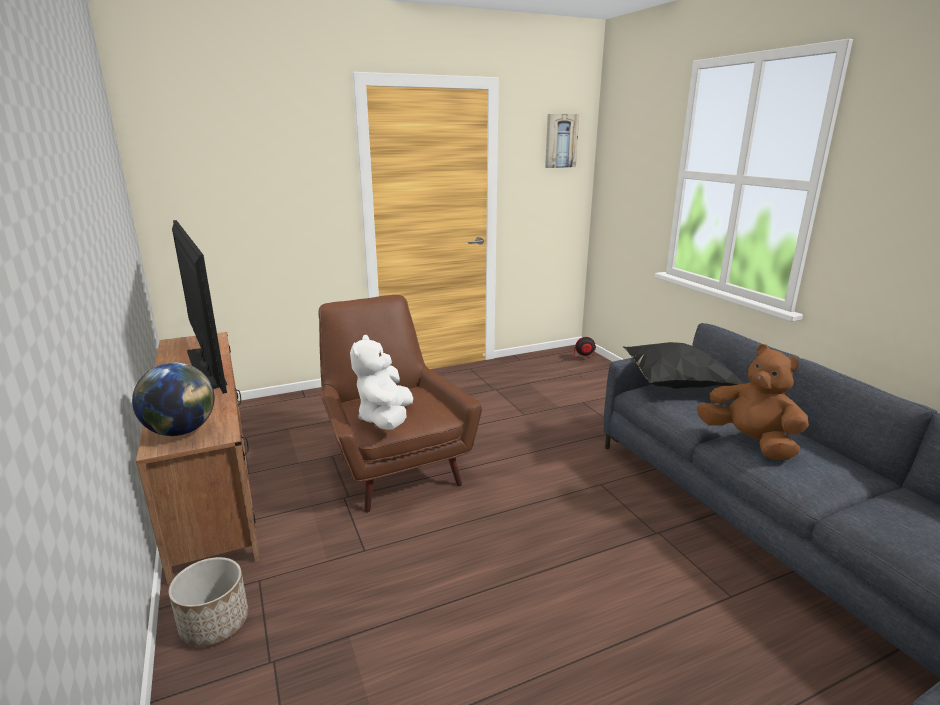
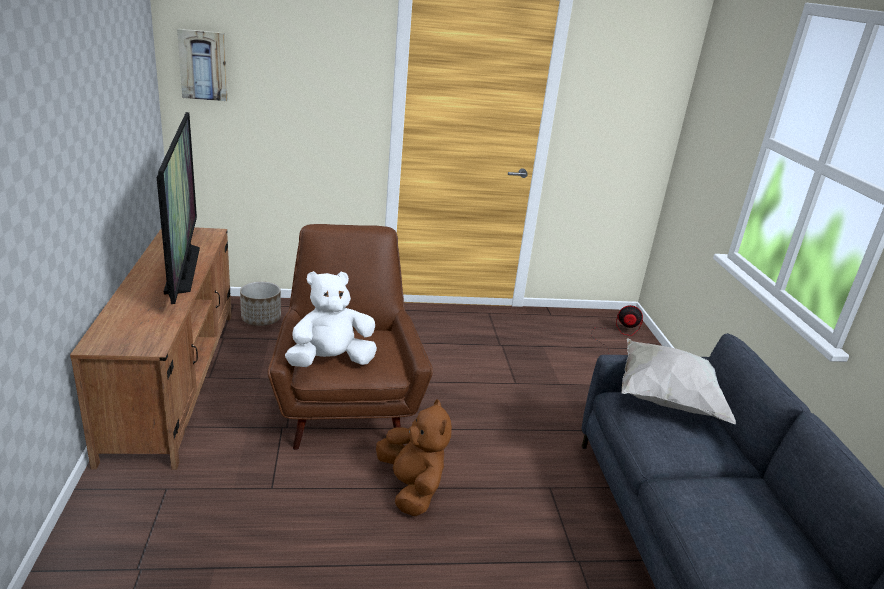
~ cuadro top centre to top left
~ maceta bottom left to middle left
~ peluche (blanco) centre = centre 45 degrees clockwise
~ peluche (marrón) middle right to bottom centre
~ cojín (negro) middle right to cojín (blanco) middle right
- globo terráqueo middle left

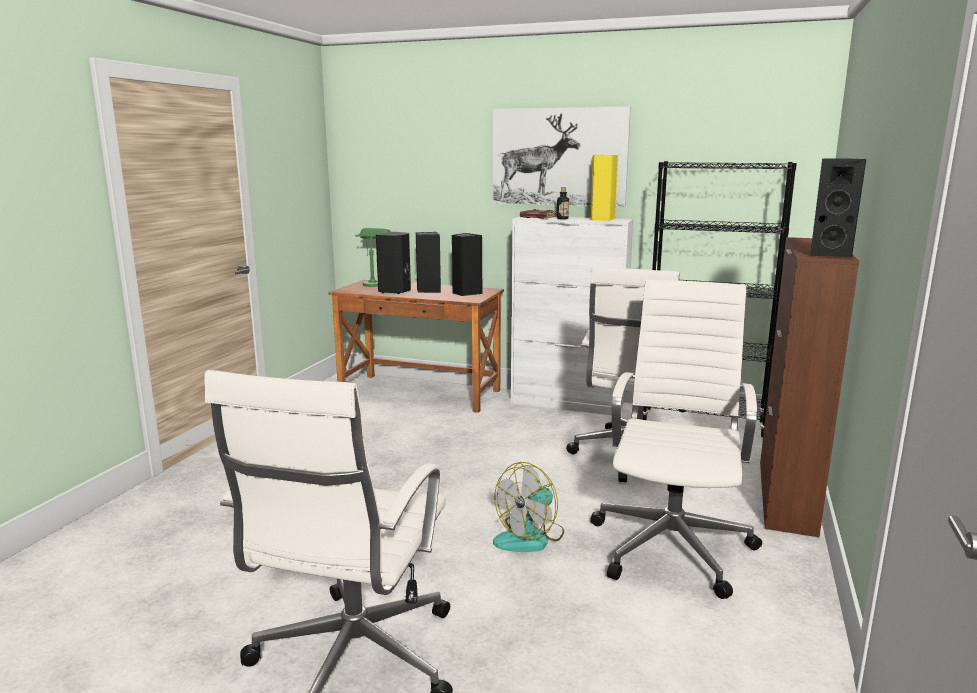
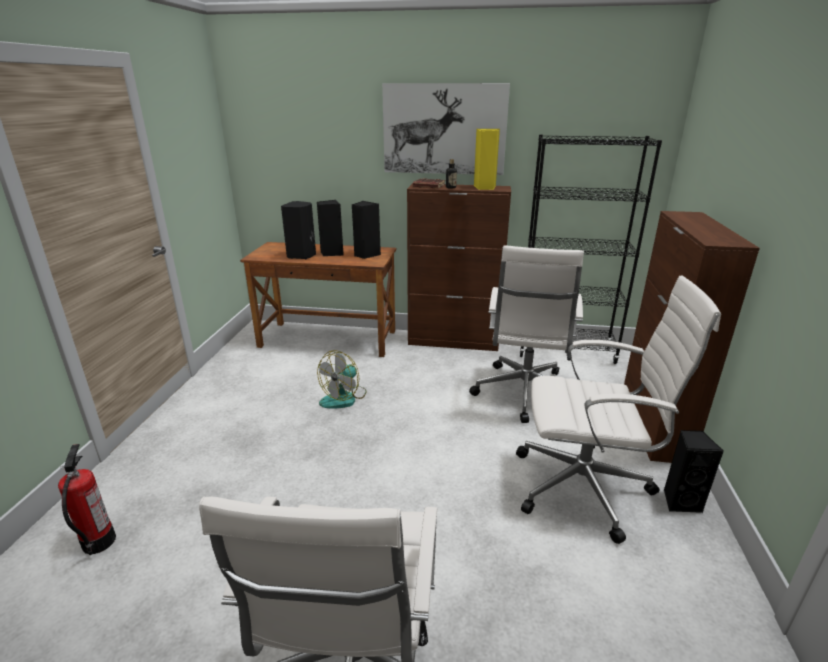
+ extintor bottom left
~ ventilador bottom centre to centre
~ armario (blanco) centre to armario (marrón) (1st from left) centre
~ silla de oficina (blanco) (3rd from left) middle right = middle right 90 degrees clockwise
~ altavoz (negro) (4th from left) top right to bottom right
- lámpara de mesa (verde) centre

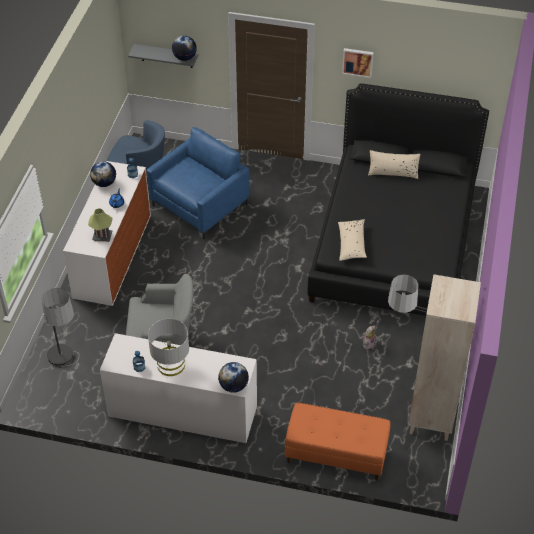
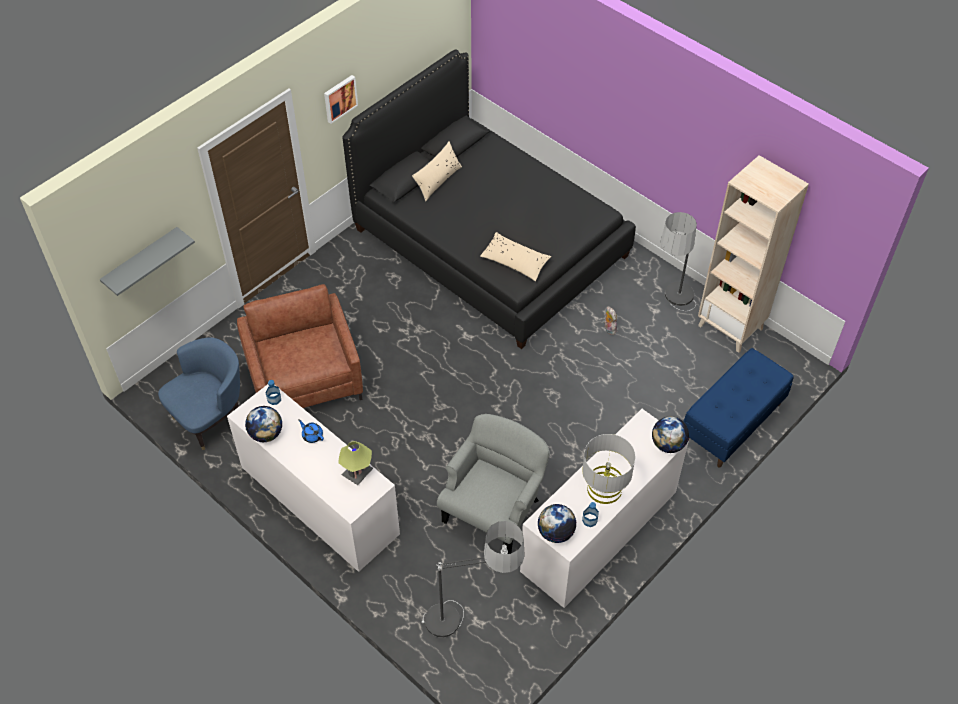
~ sillón (azul) (2nd from left) centre to sillón (marrón) middle left
~ globo terráqueo (2nd from left) top centre to bottom centre
~ banco (naranja) bottom centre to banco (azul) middle right

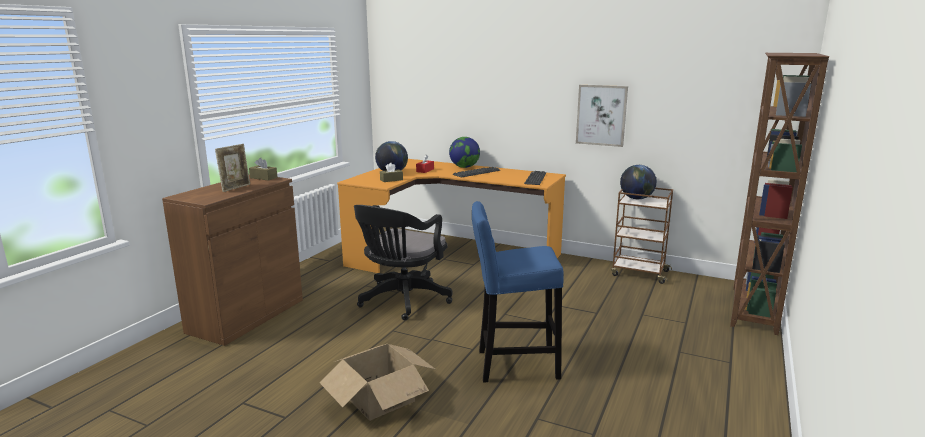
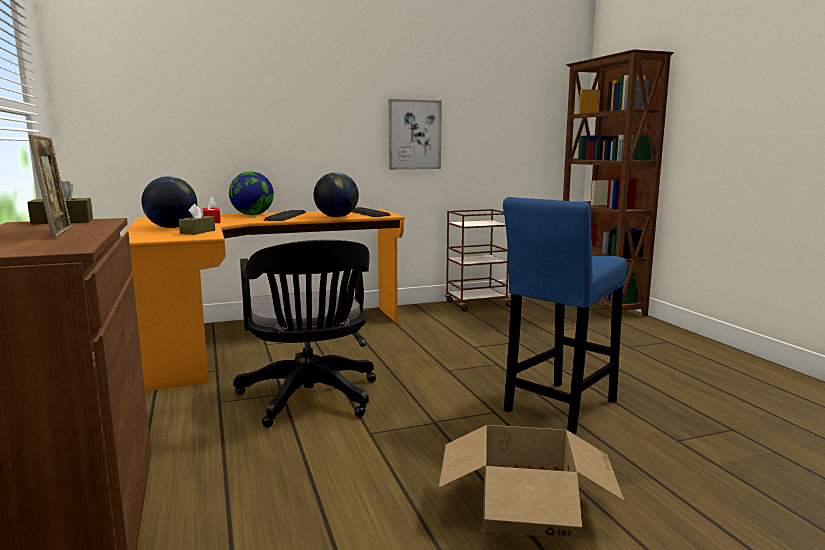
~ globo terráqueo (3rd from left) middle right to centre

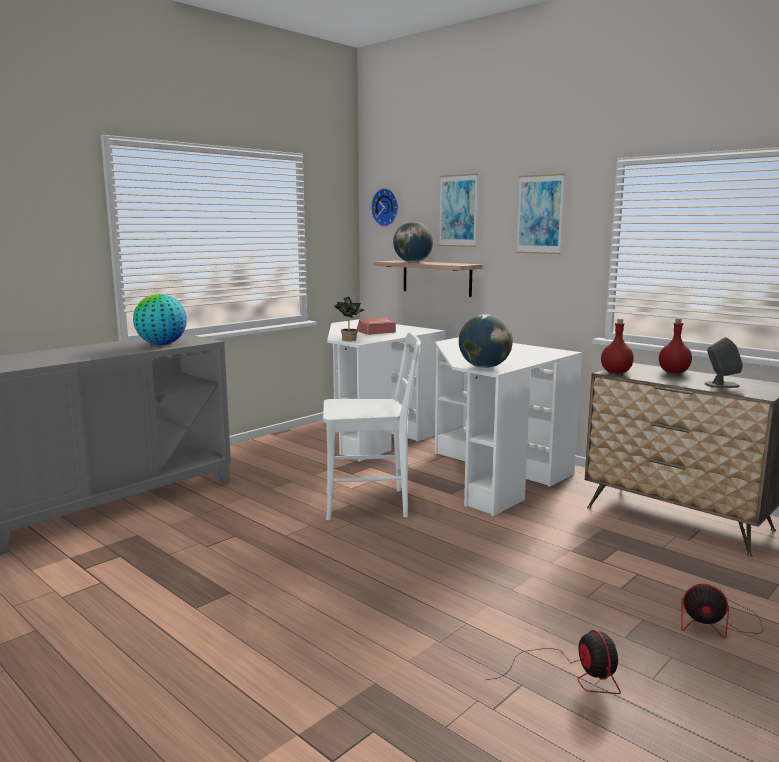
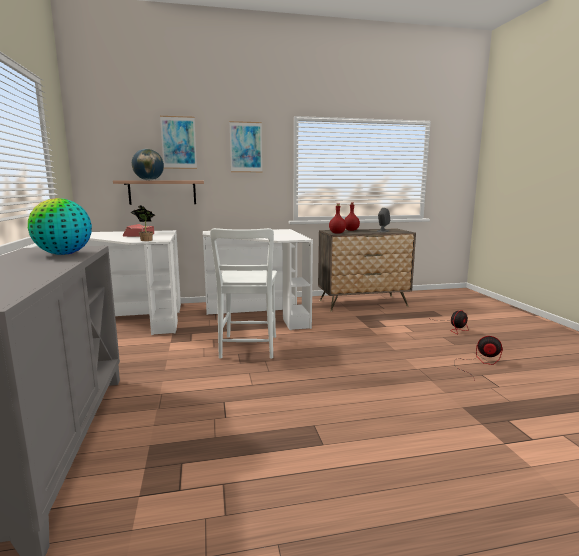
~ silla (blanco) centre = centre 150 degrees clockwise
- reloj de pared top centre
- globo terráqueo (3rd from left) centre

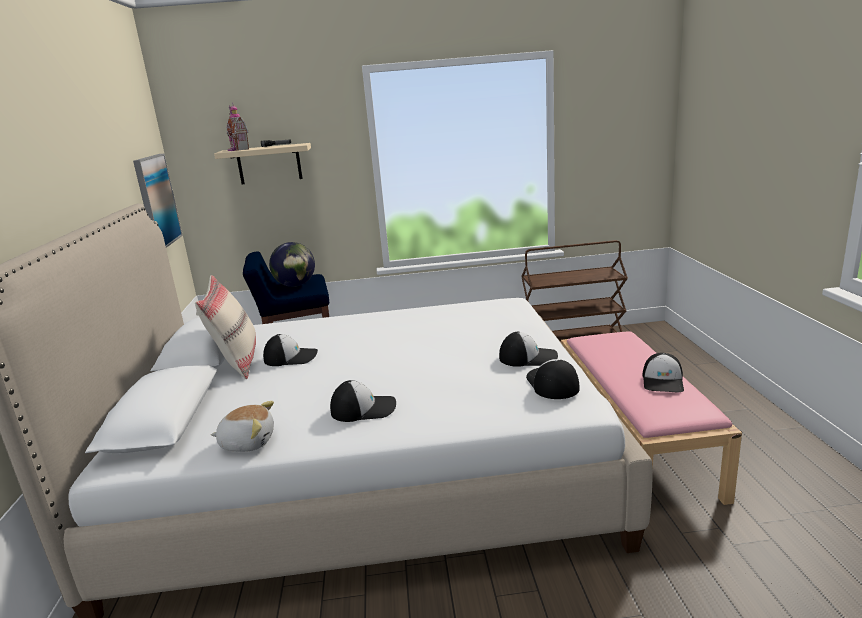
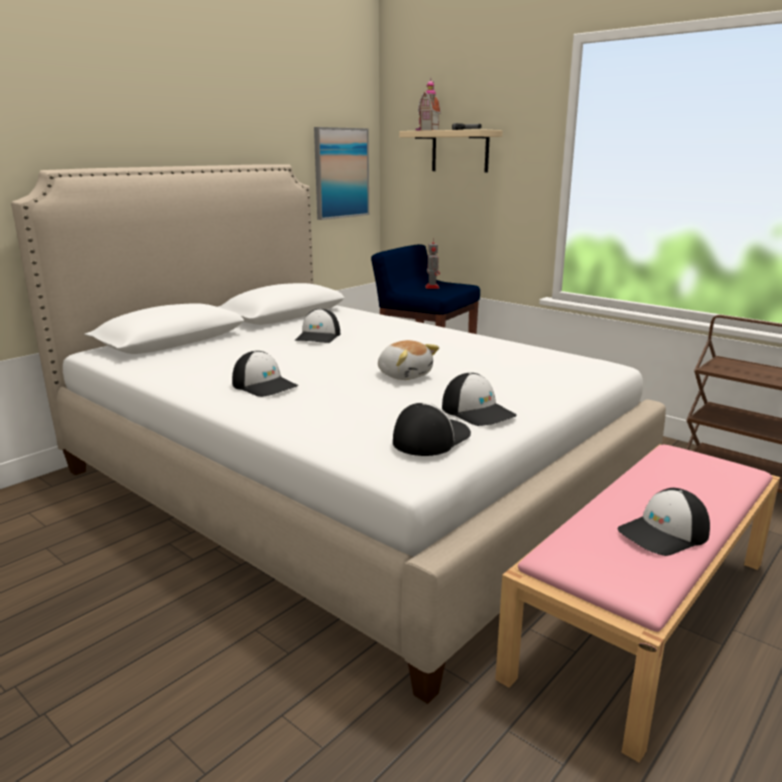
~ gorra (1st from left in the first image) centre = centre 60 degrees clockwise
~ peluche bottom left to centre
~ globo terráqueo centre to robot de juguete centre
- cojín (beis) middle left

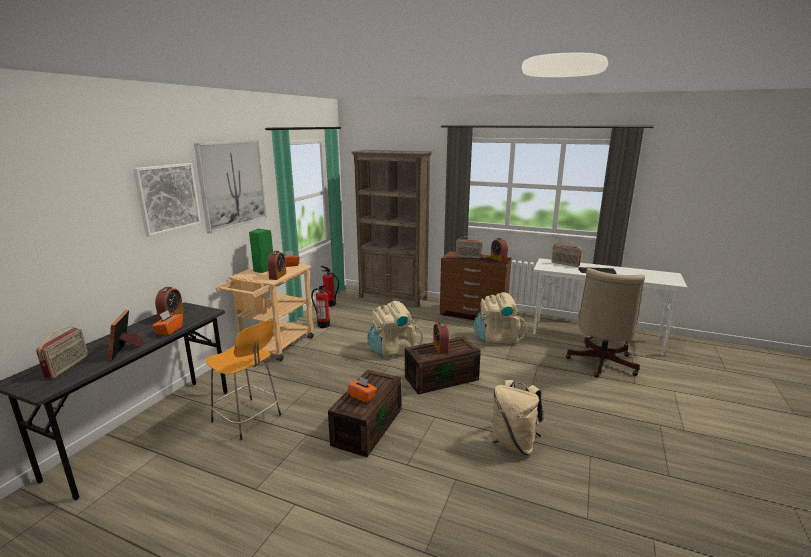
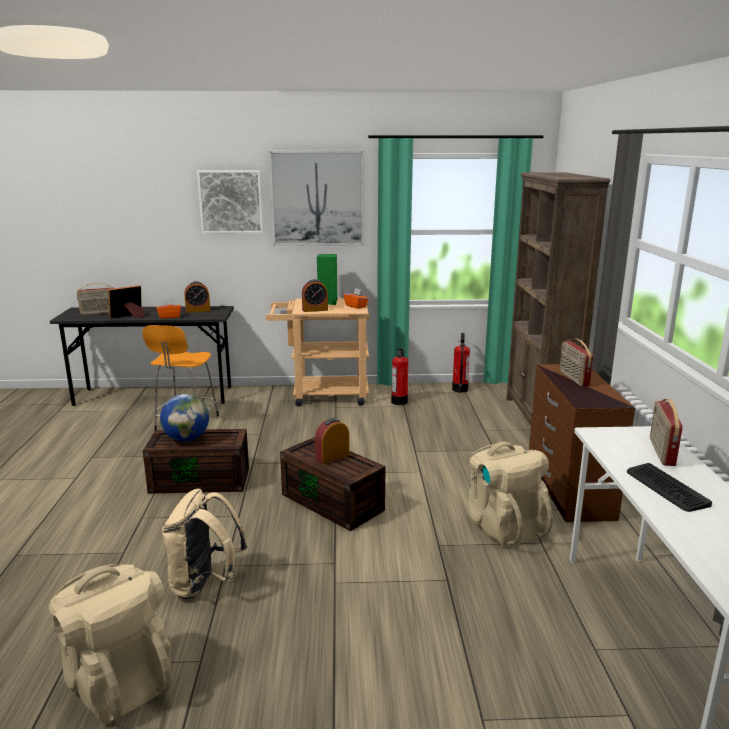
~ mochila (beis) (1st from left) centre to bottom left
~ caja de pañuelos (naranja) (3rd from left) bottom centre to globo terráqueo middle left
- despertador (4th from left) centre
- silla de oficina (beis) middle right

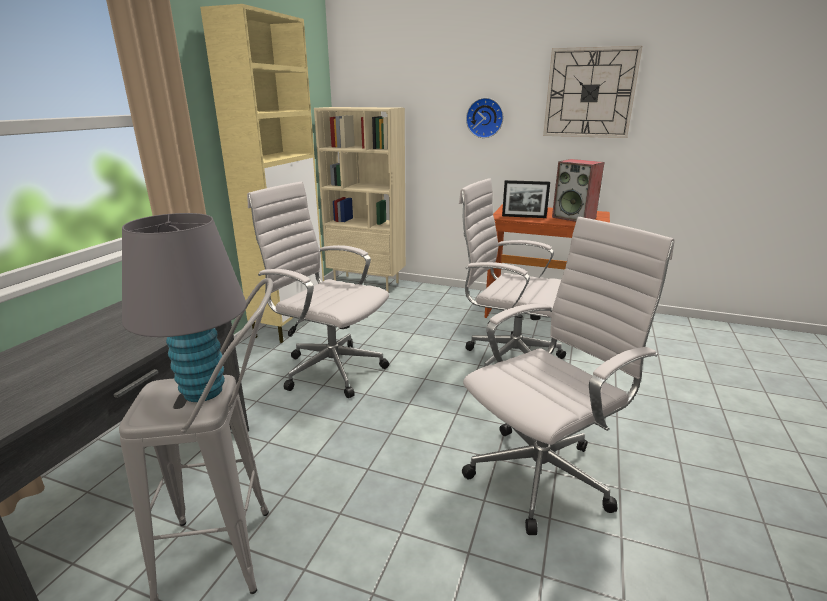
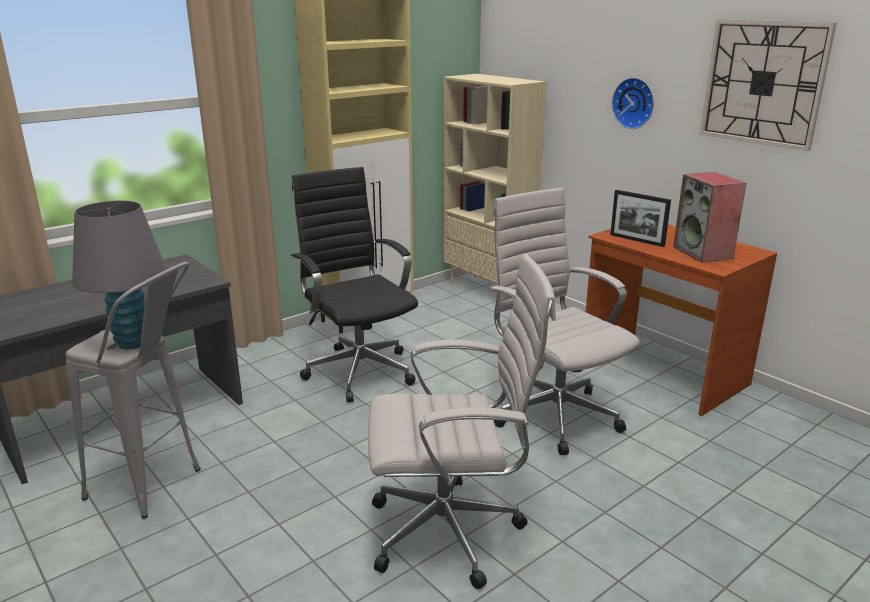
~ silla de oficina (blanco) (1st from left) centre to silla de oficina (negro) centre

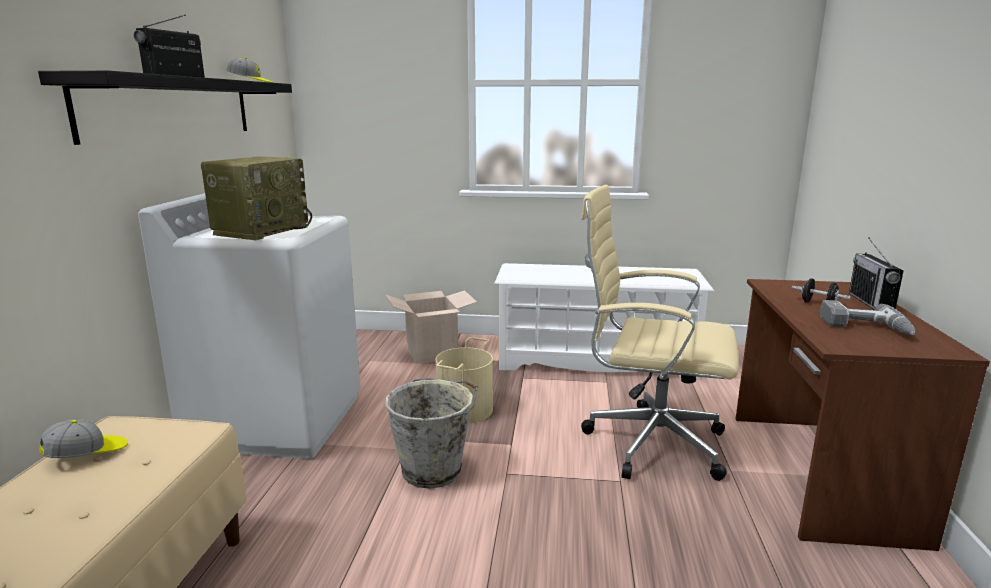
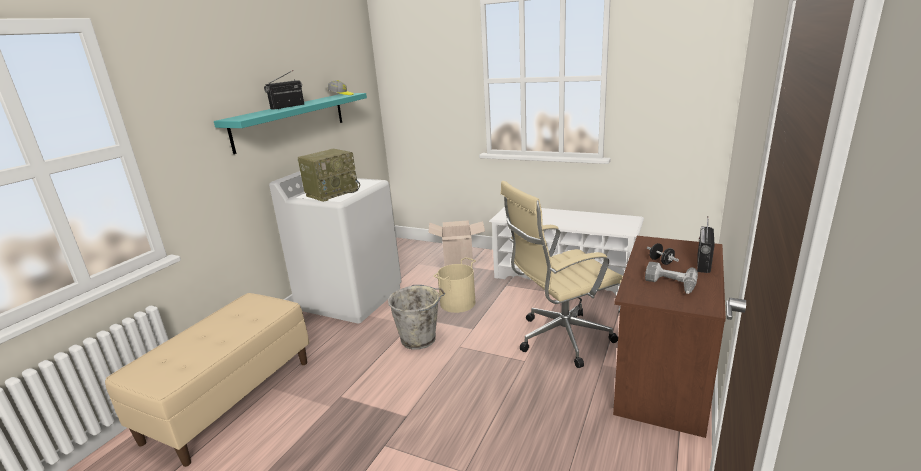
~ estante (negro) top left to estante (turquesa) top left
~ silla de oficina (beis) centre = centre 60 degrees counterclockwise
- gorra (1st from left) bottom left

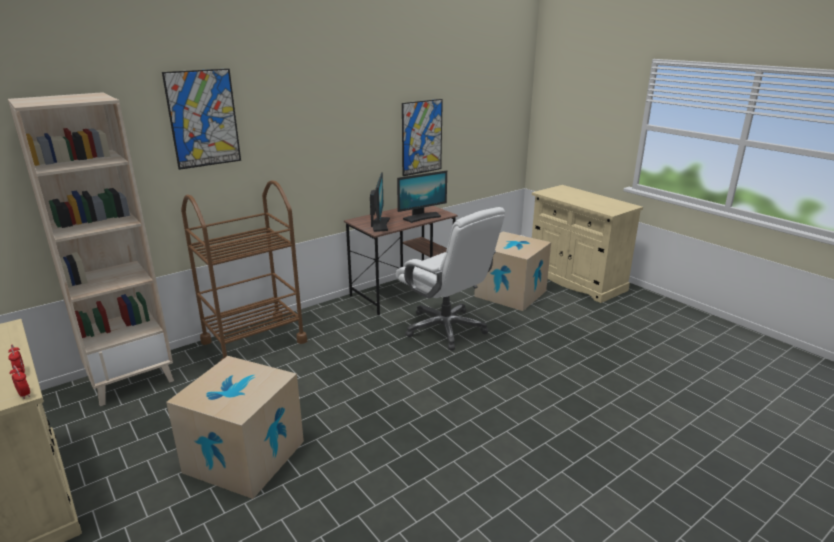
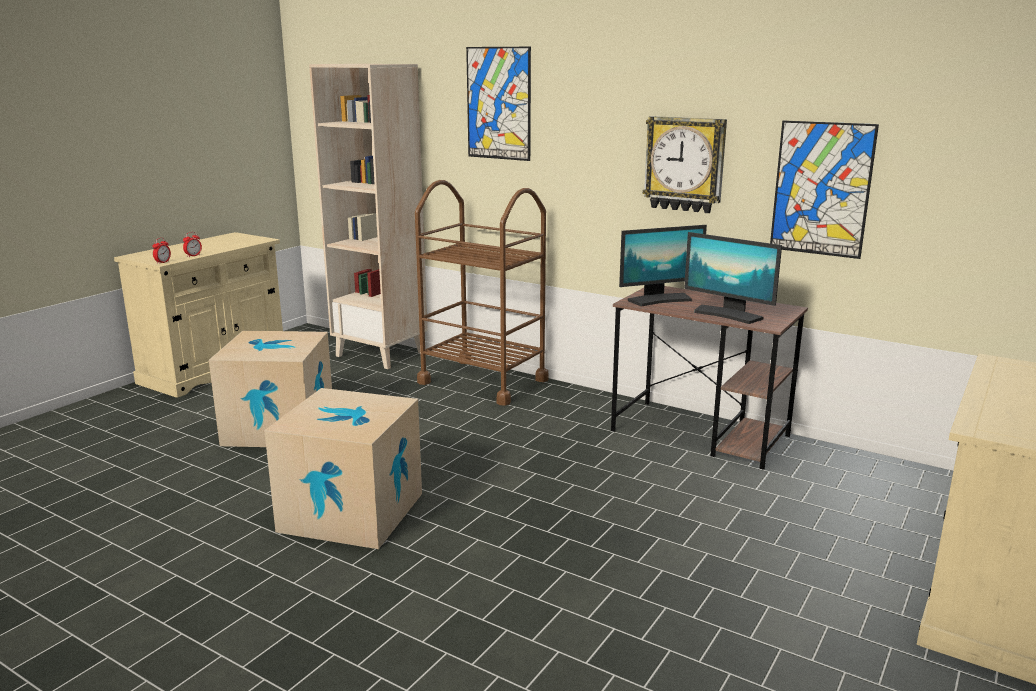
~ caja de cartón (2nd from left) centre to bottom left
+ reloj de pared top centre
- silla de oficina (blanco) centre

